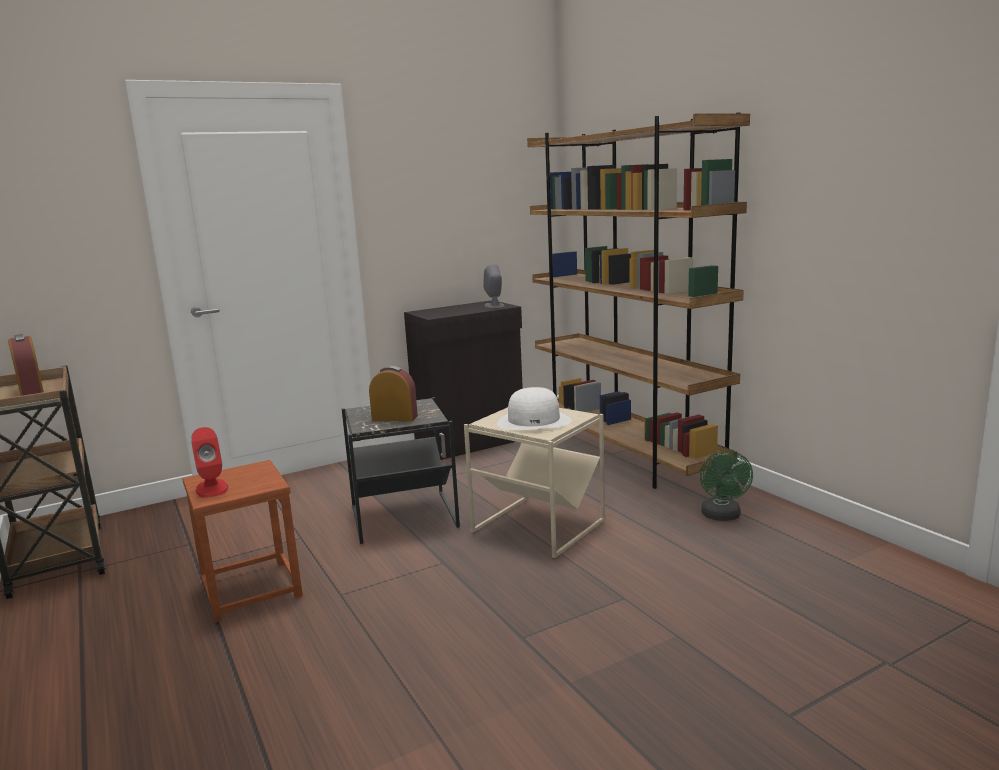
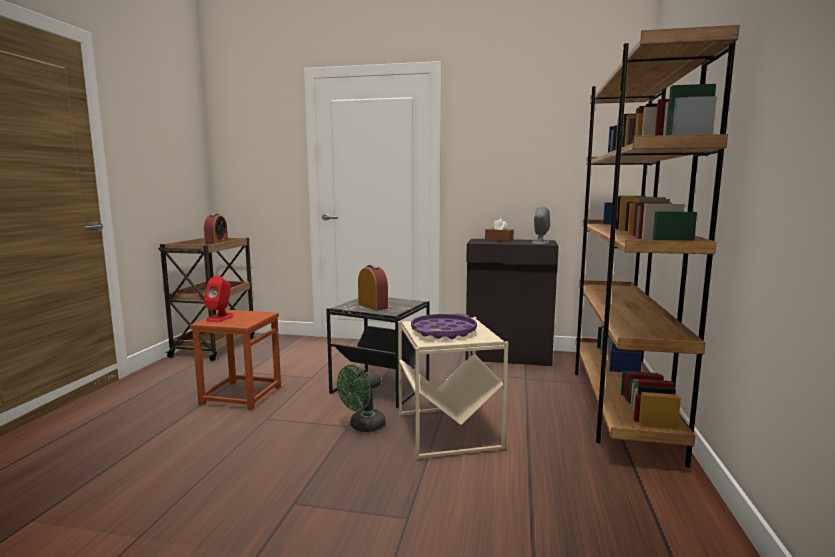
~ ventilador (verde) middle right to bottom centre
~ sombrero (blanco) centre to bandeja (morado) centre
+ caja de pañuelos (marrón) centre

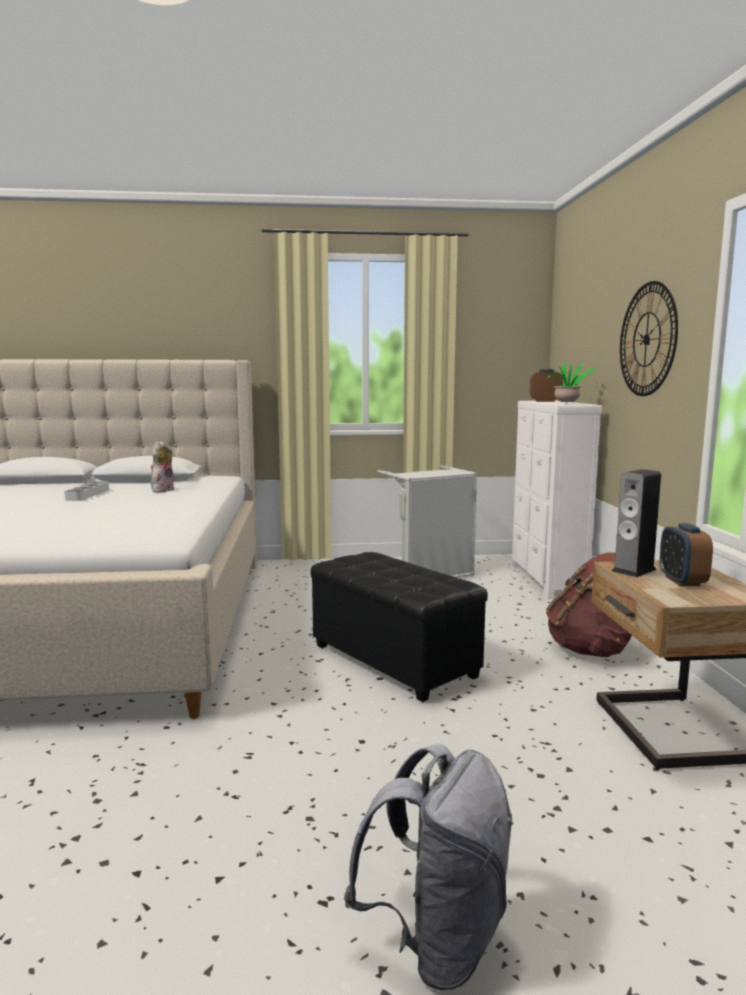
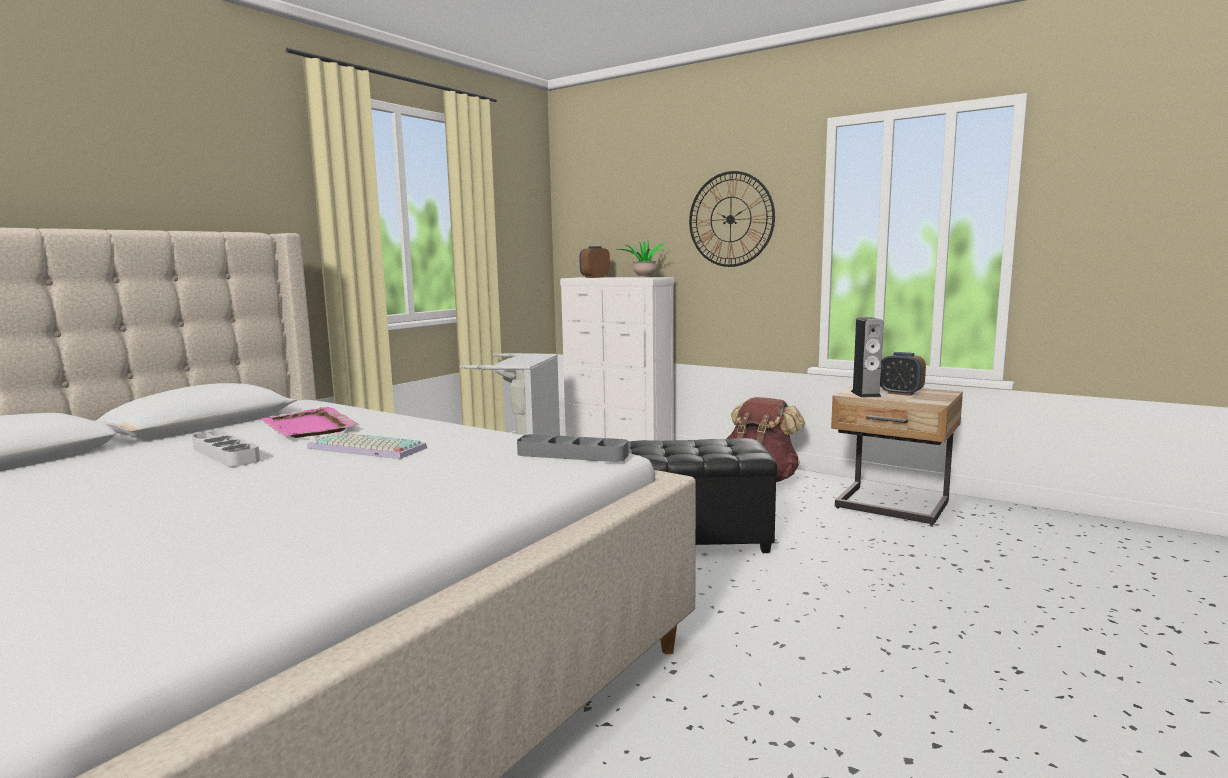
~ peluche middle left to bandeja (rosa) middle left
+ teclado middle left
+ bandeja (gris) (2nd from left) centre
- mochila (gris) bottom centre

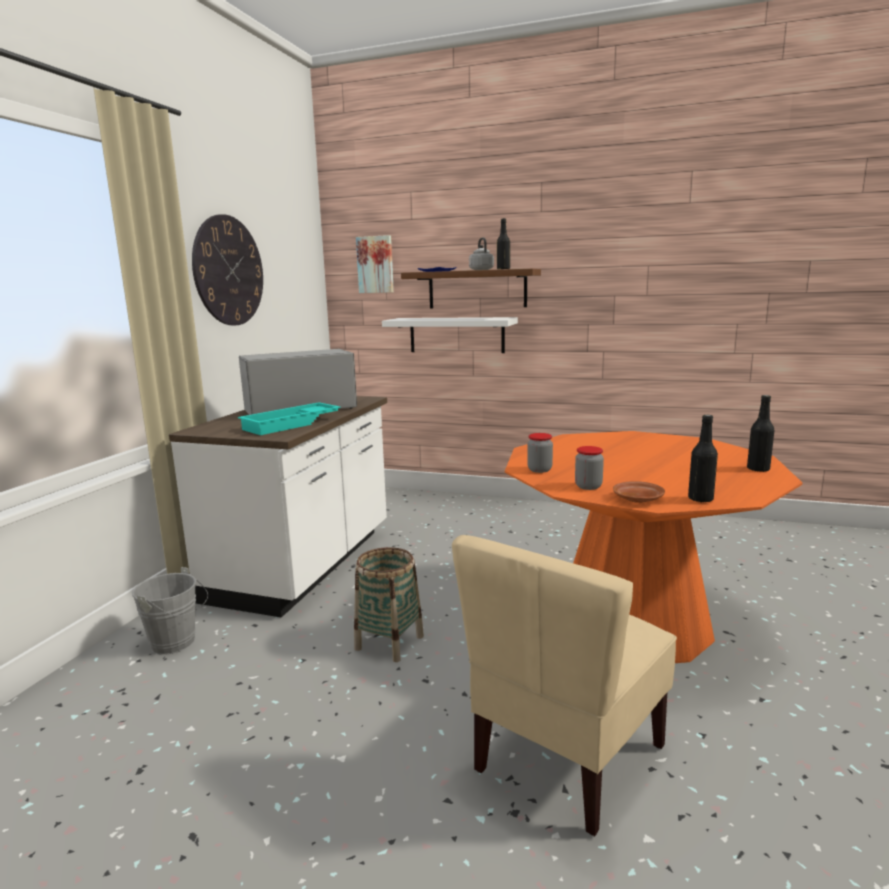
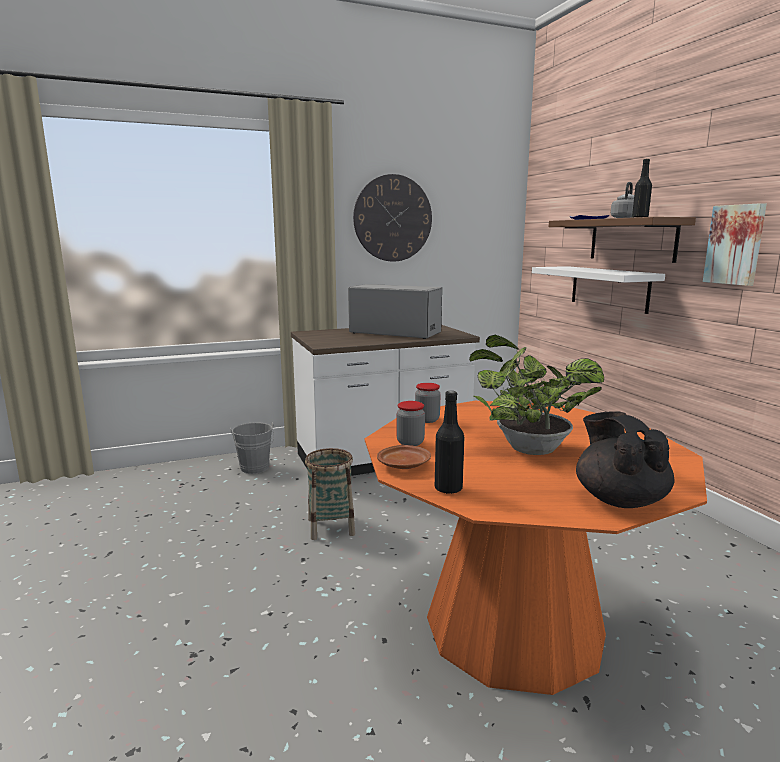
+ planta en maceta middle right
~ botella (negro) (3rd from left) middle right to tetera (negro) middle right
~ cuadro top centre to top right
- bandeja (turquesa) middle left
- silla (beis) bottom centre

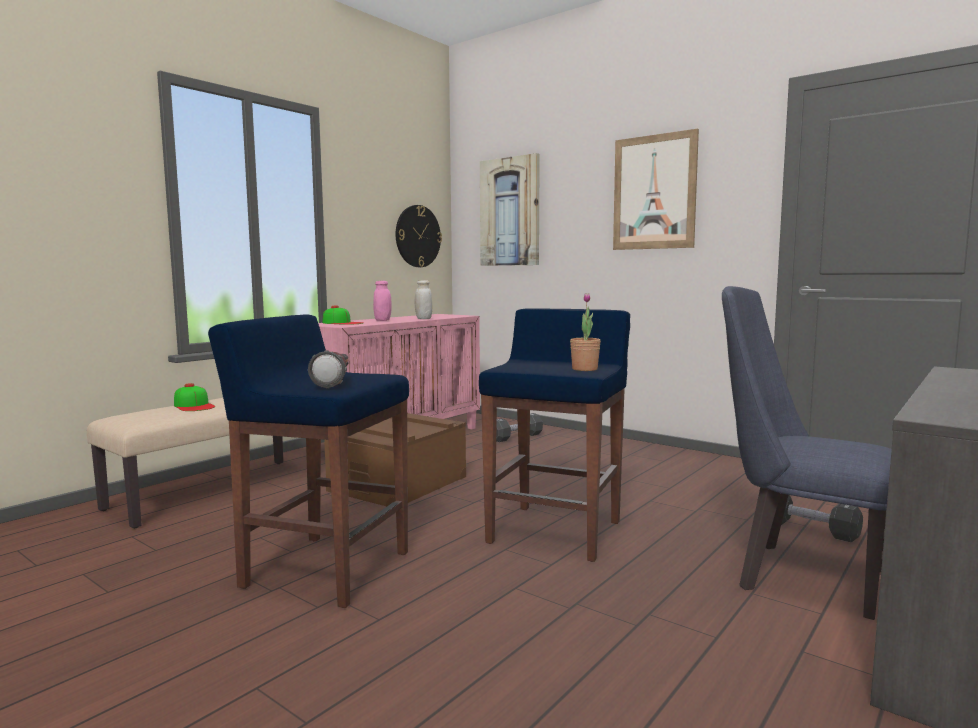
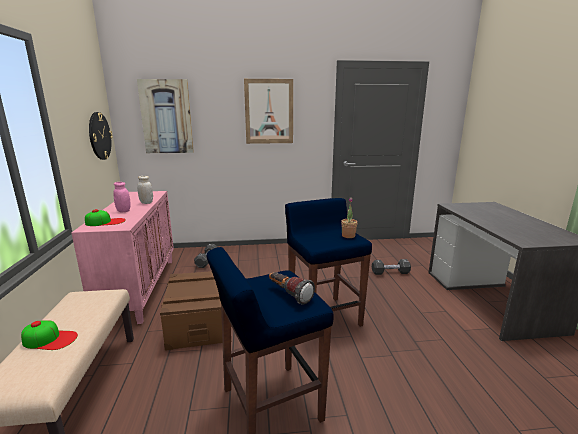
- silla (azul) middle right

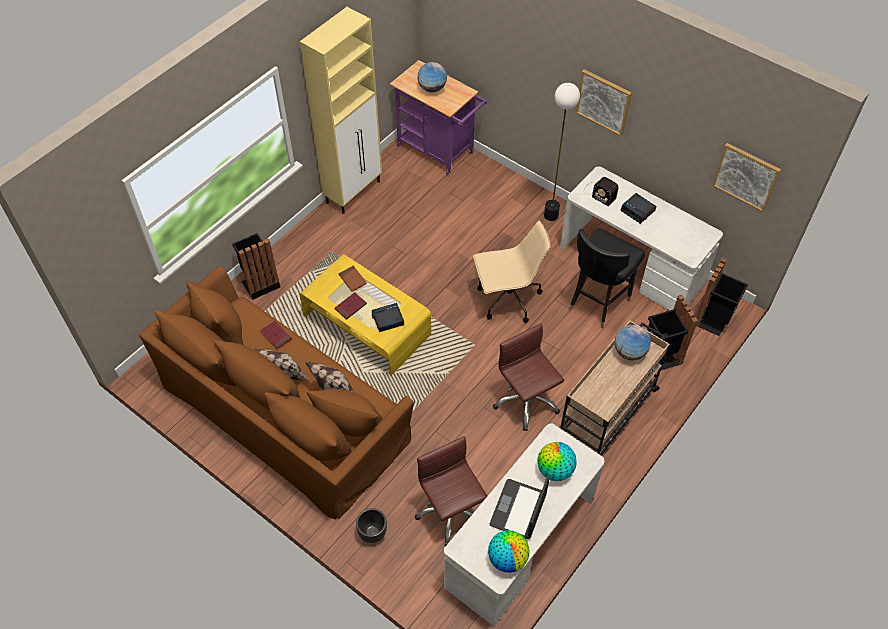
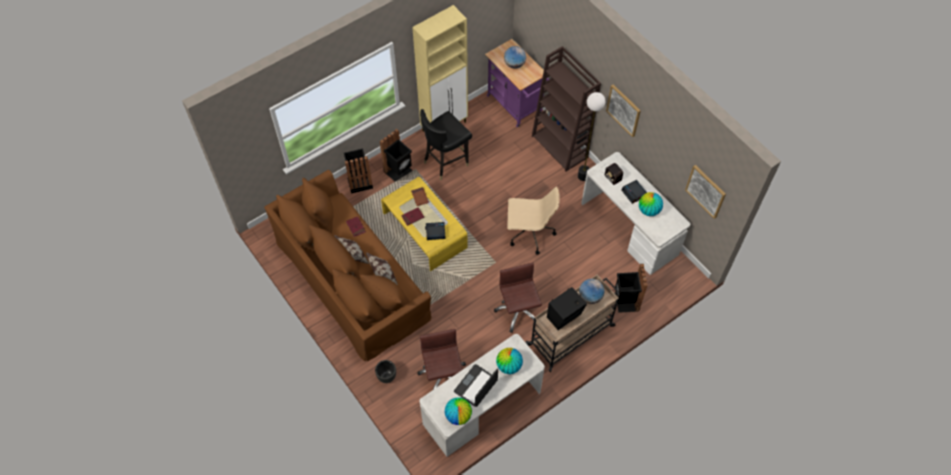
~ papelera (negro) (3rd from left in the first image) middle right to papelera (negro) (2nd from left) top centre
~ silla (negro) middle right to top centre
+ estantería (marrón) top centre
+ altavoz (negro) centre
+ globo terráqueo (5th from left) middle right

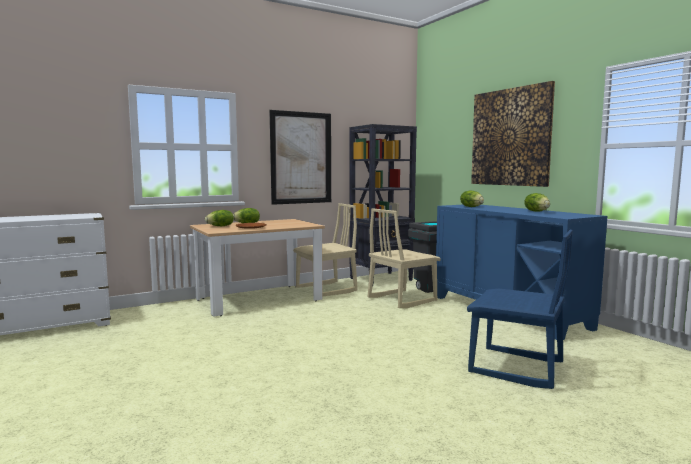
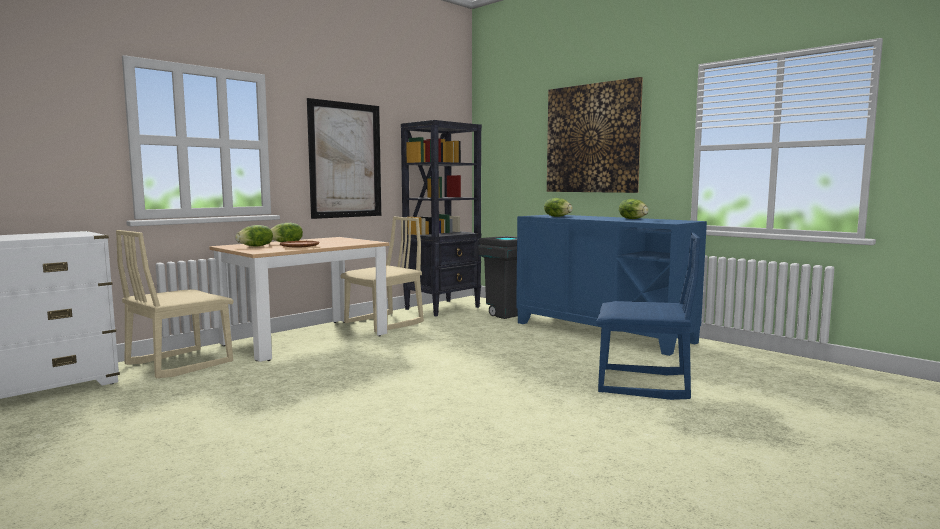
~ silla (beis) (2nd from left in the first image) centre to silla (beis) (1st from left) middle left

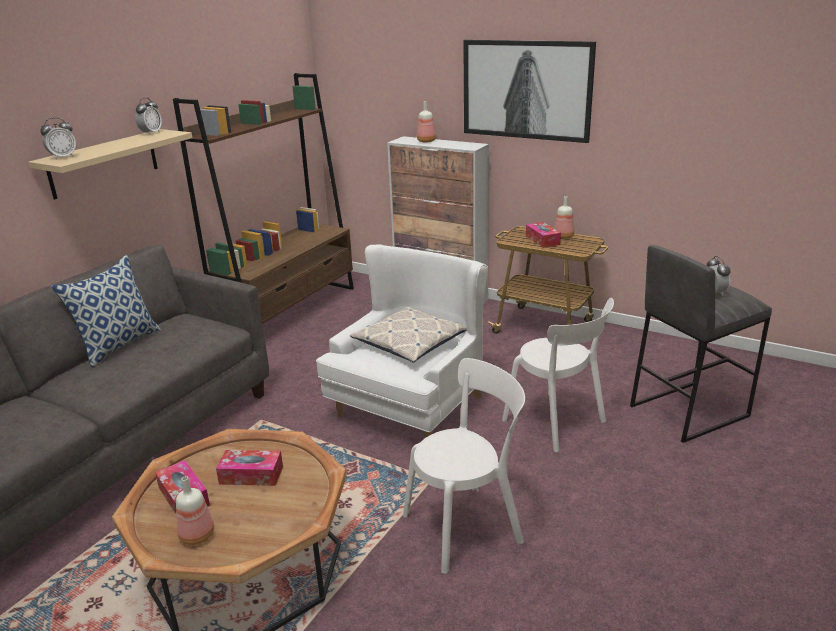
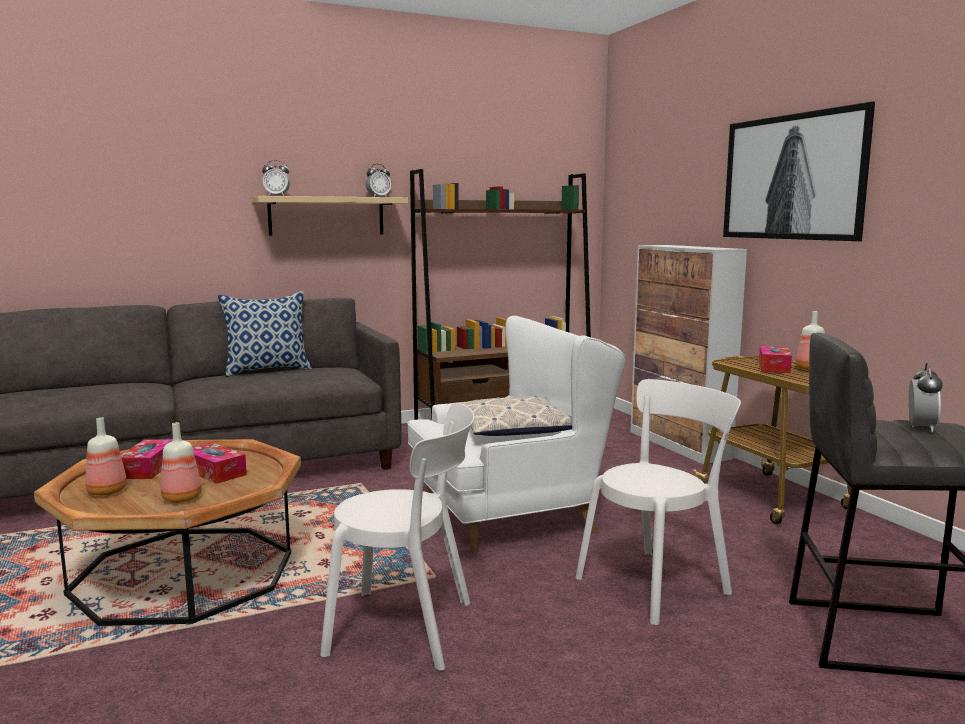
~ botella (2nd from left) top centre to middle left
~ silla (blanco) (2nd from left) middle right = bottom right 120 degrees counterclockwise

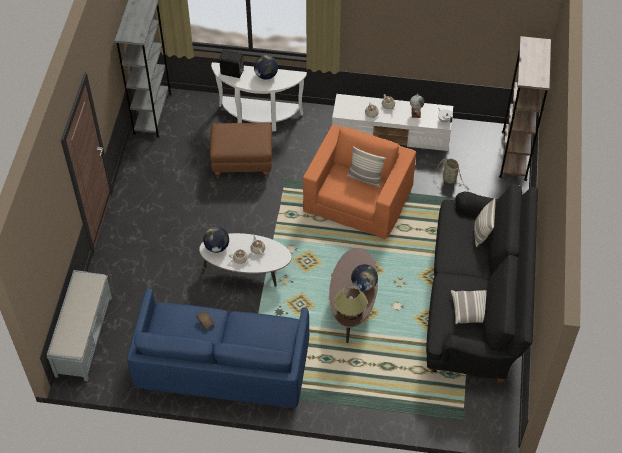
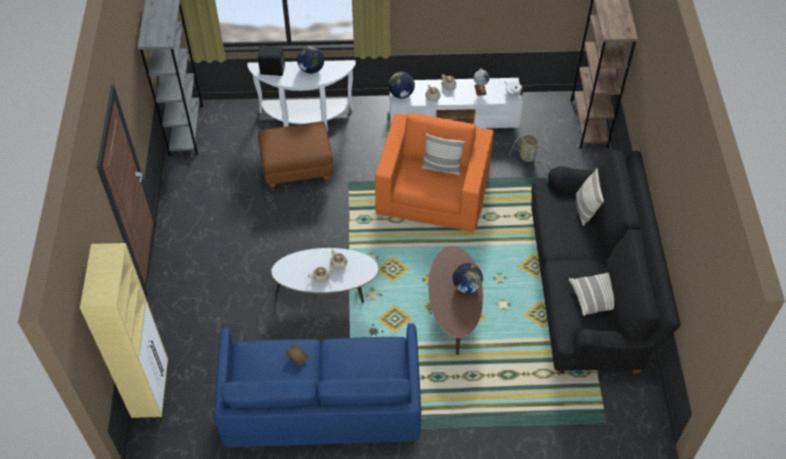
~ banco (gris) bottom left to armario (beis) bottom left
~ globo terráqueo (1st from left in the first image) centre to globo terráqueo (2nd from left) top centre
- lámpara de mesa bottom centre

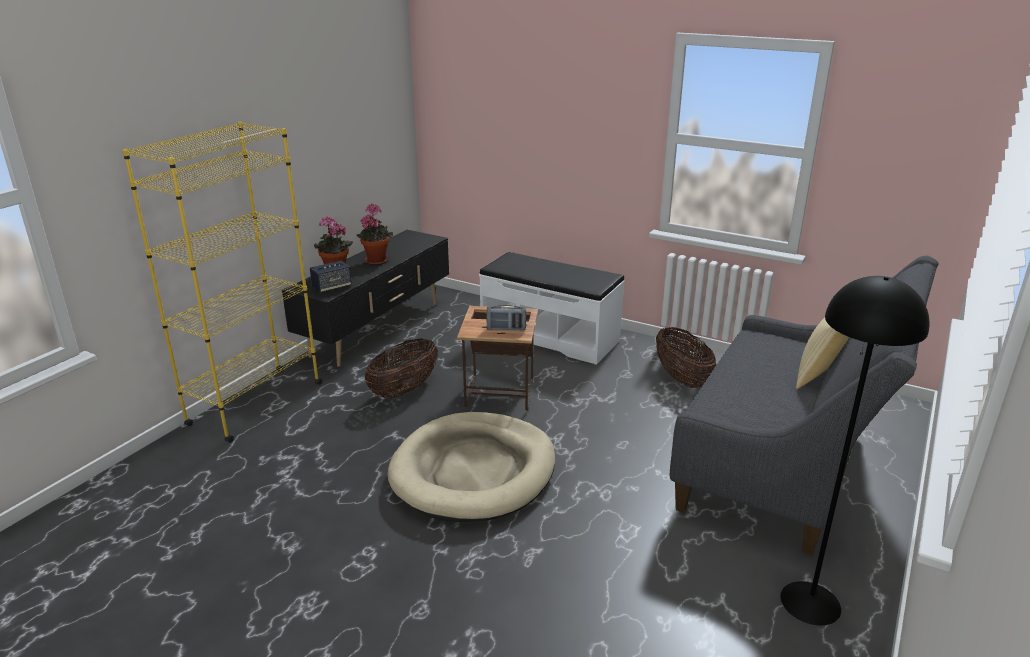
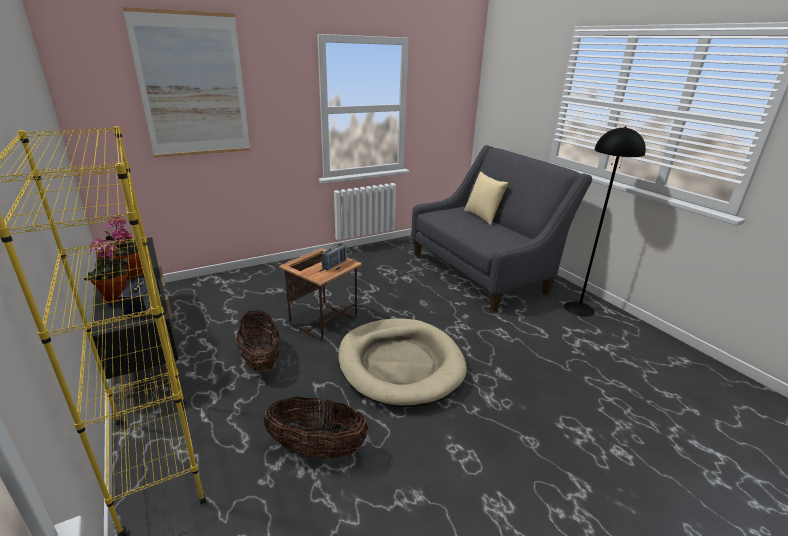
+ cuadro top left
~ cesta (2nd from left) centre to bottom centre
- banco (blanco) centre

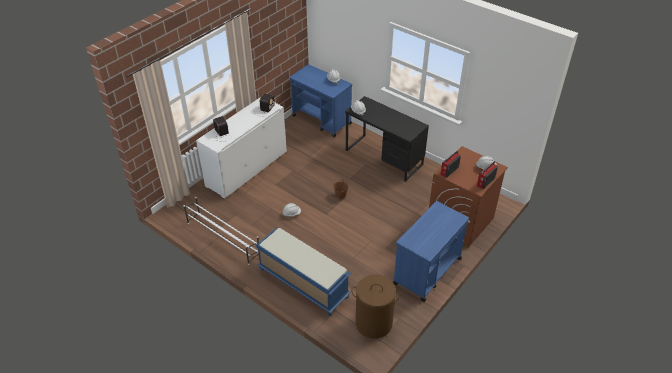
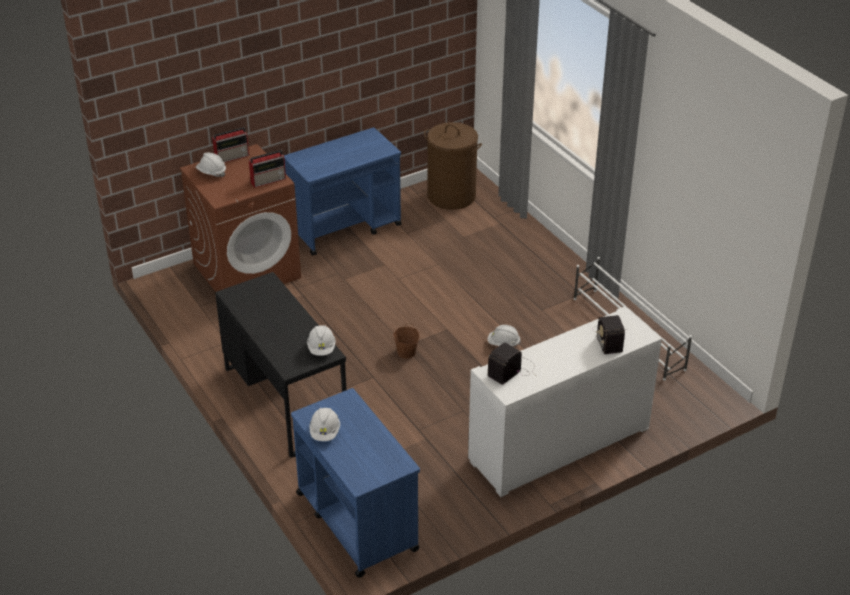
- banco (azul) bottom centre

